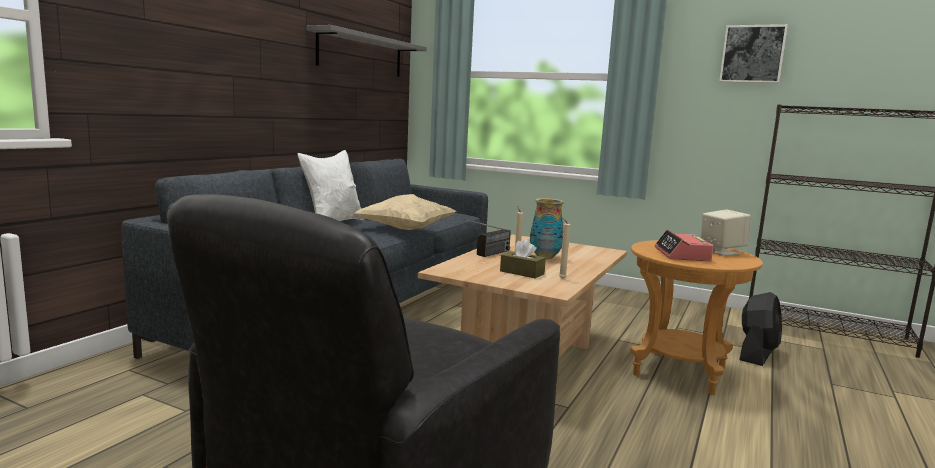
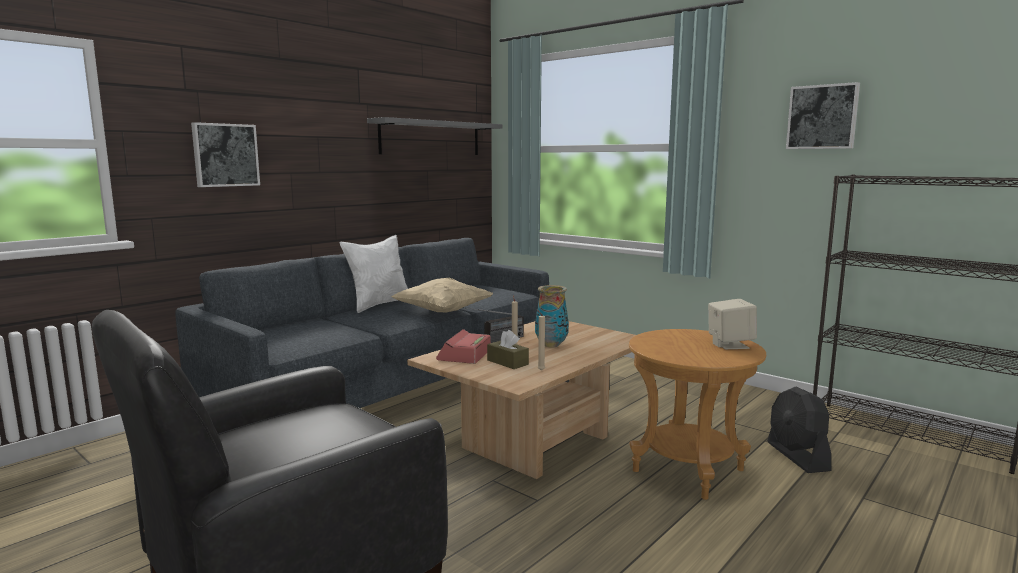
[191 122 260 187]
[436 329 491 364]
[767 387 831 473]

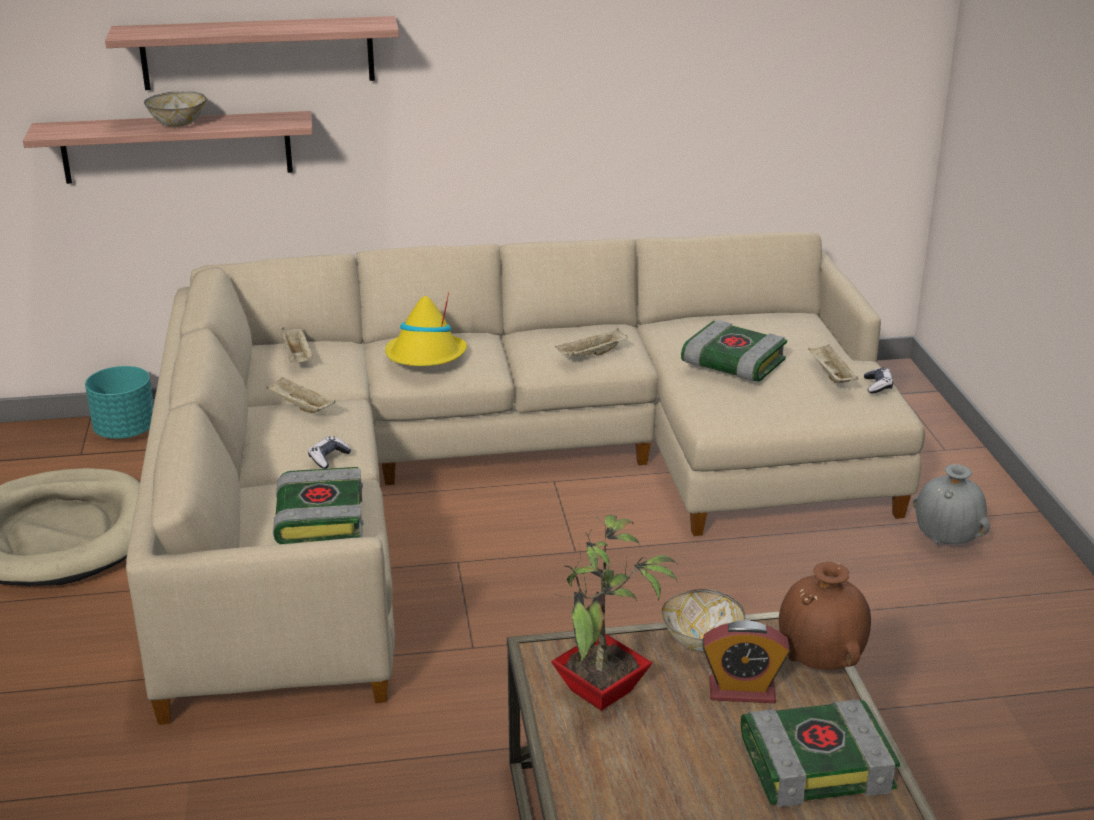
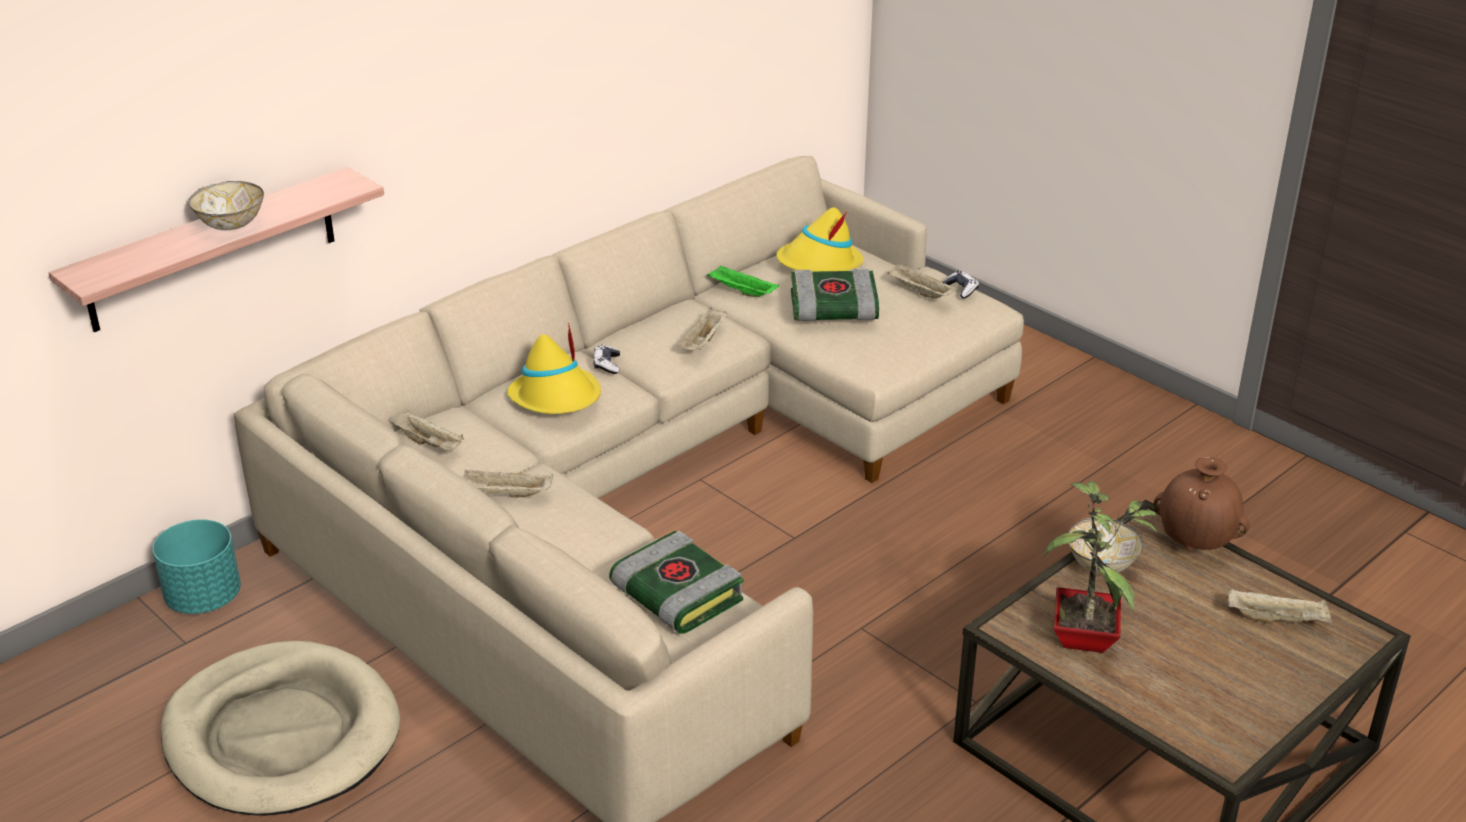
[105 16 399 90] (first image)
[702 620 790 703] (first image)
[912 464 990 544] (first image)
[707 266 779 297]
[776 207 863 271]
[594 345 620 374]
[1228 588 1332 624]

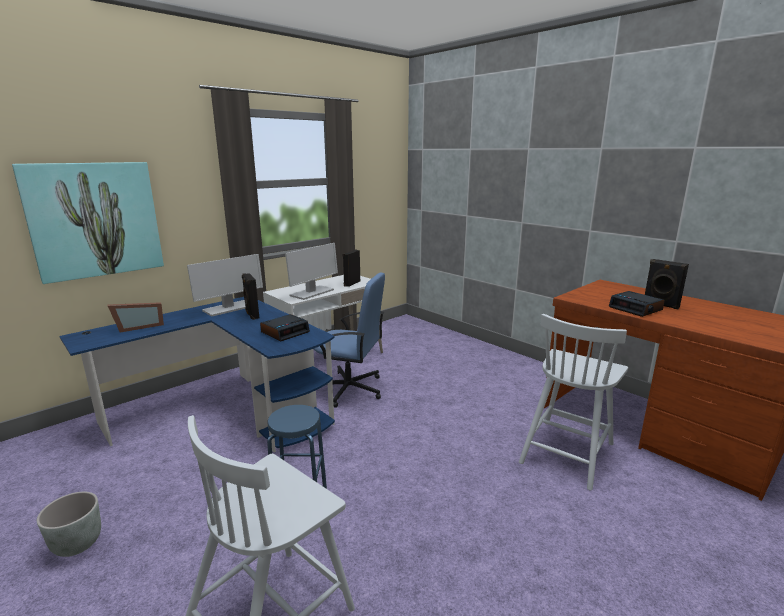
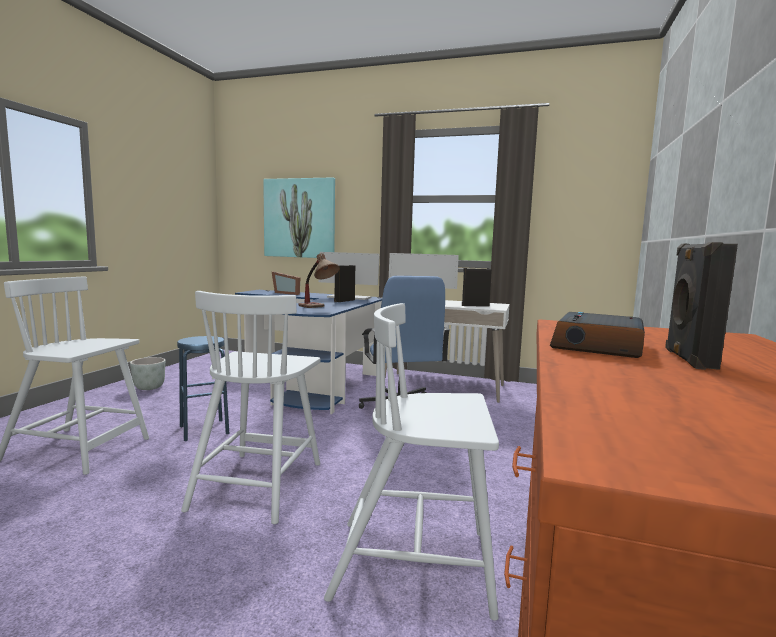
[181 291 320 524]
[298 253 339 308]

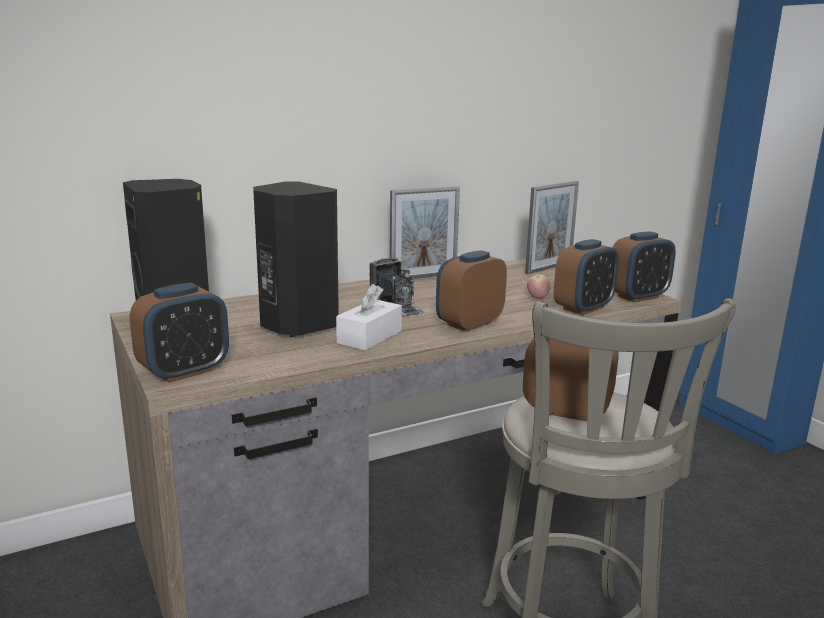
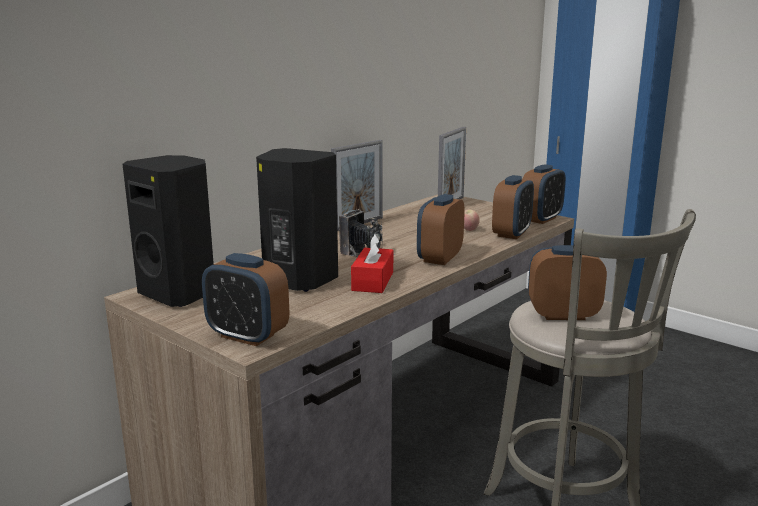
[351 234 393 293]
[202 253 289 346]

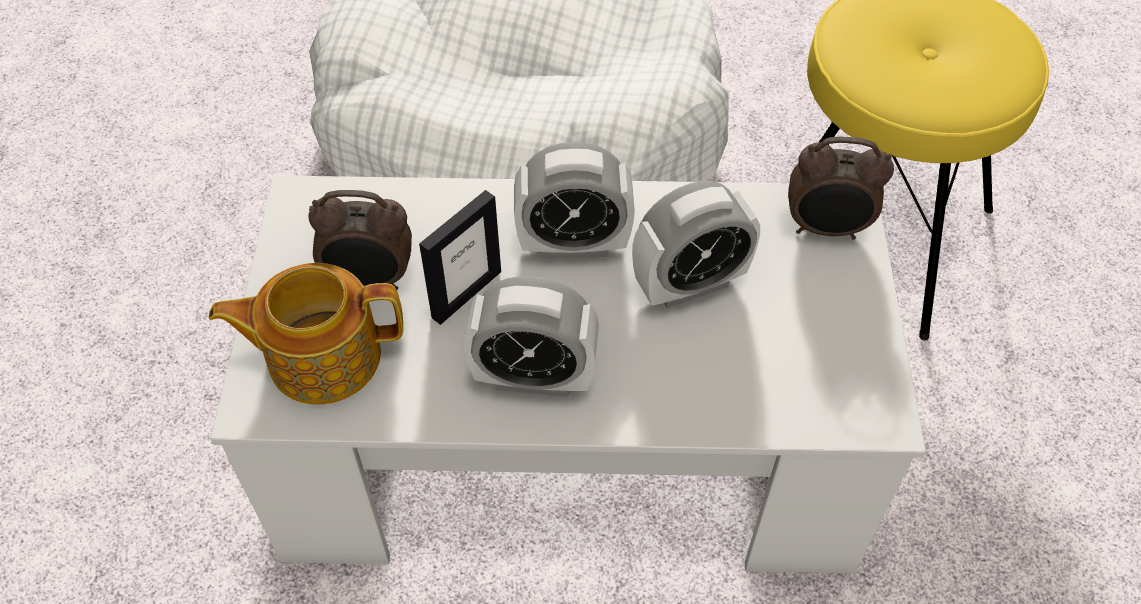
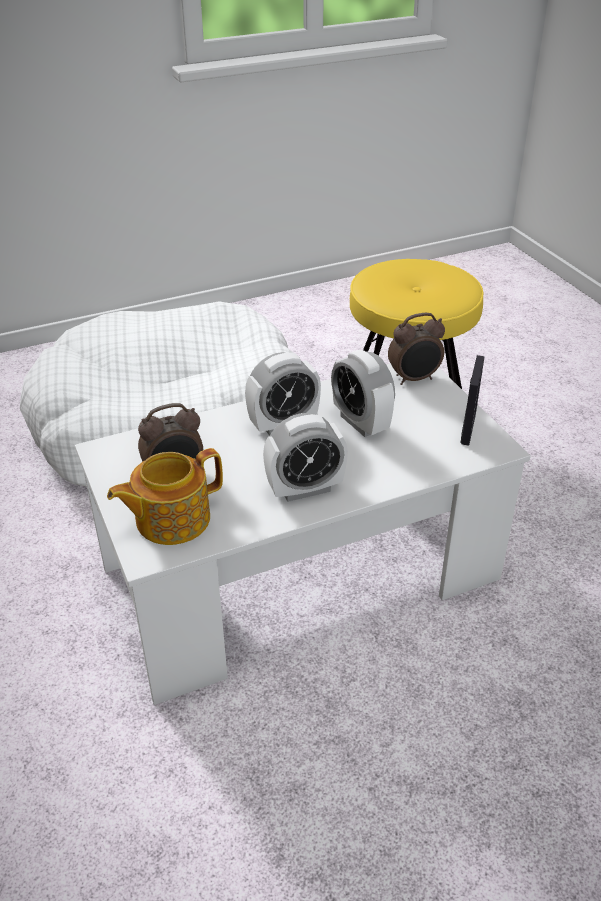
[460 355 485 446]
[331 350 395 437]

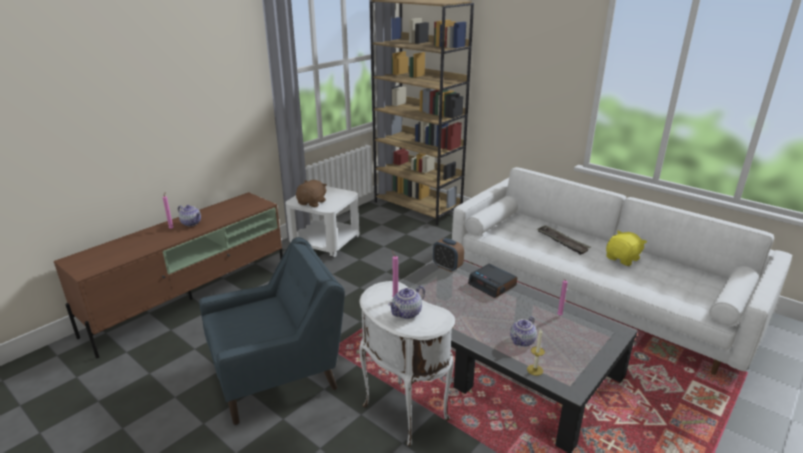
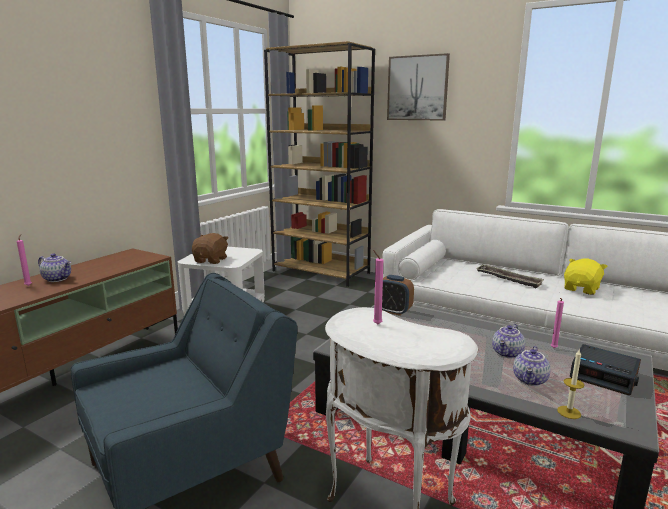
[387 53 450 121]
[492 324 525 358]
[570 344 641 395]

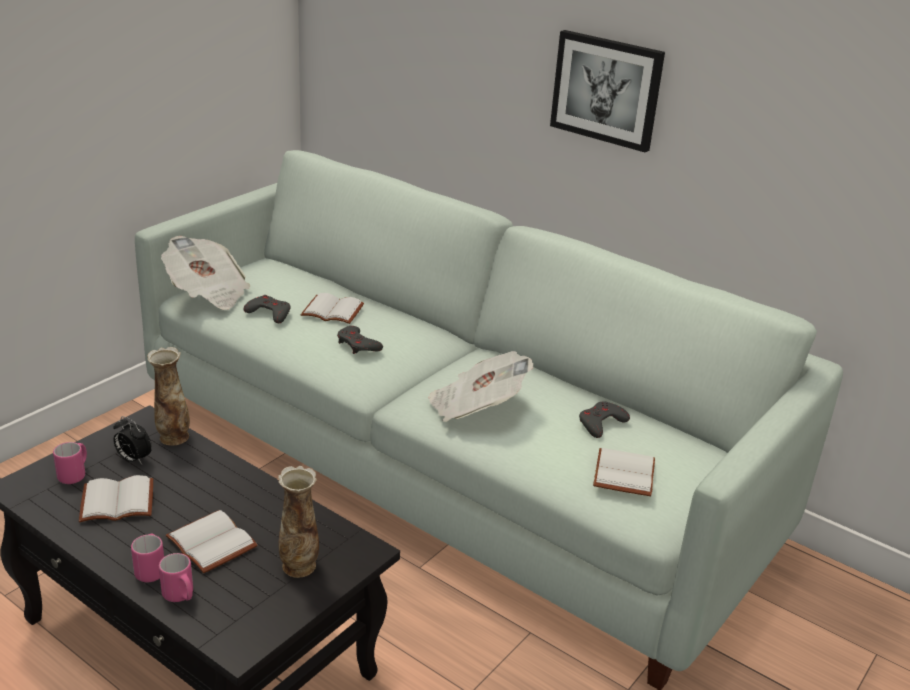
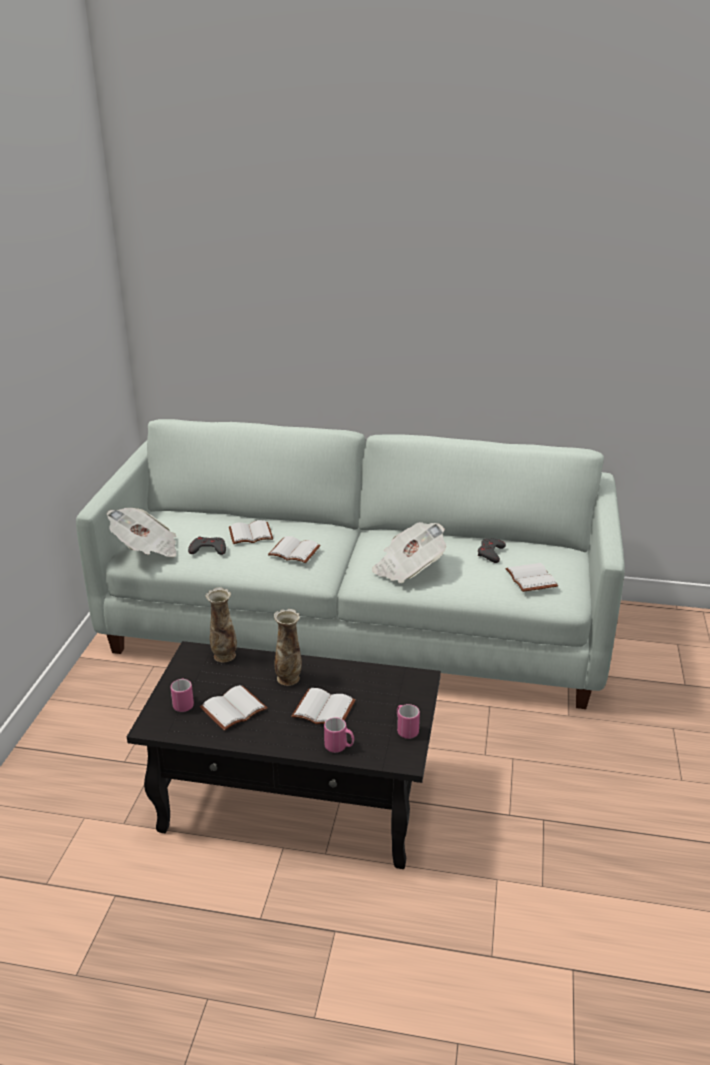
[113 416 152 465] (first image)
[550 30 665 152] (first image)
[397 704 420 739]
[274 609 302 686]
[268 536 320 563]

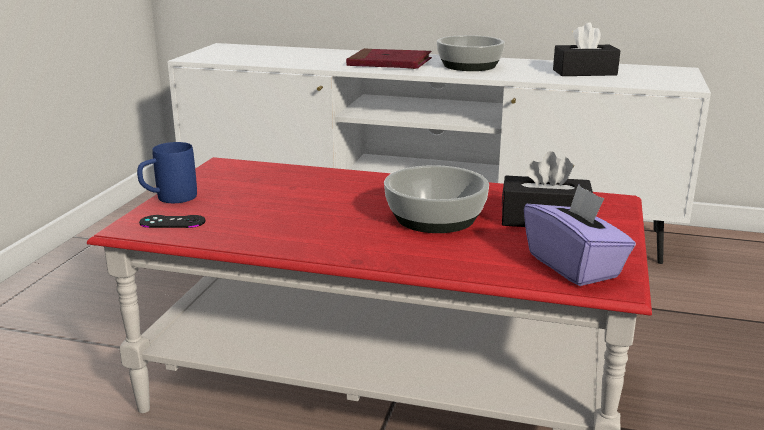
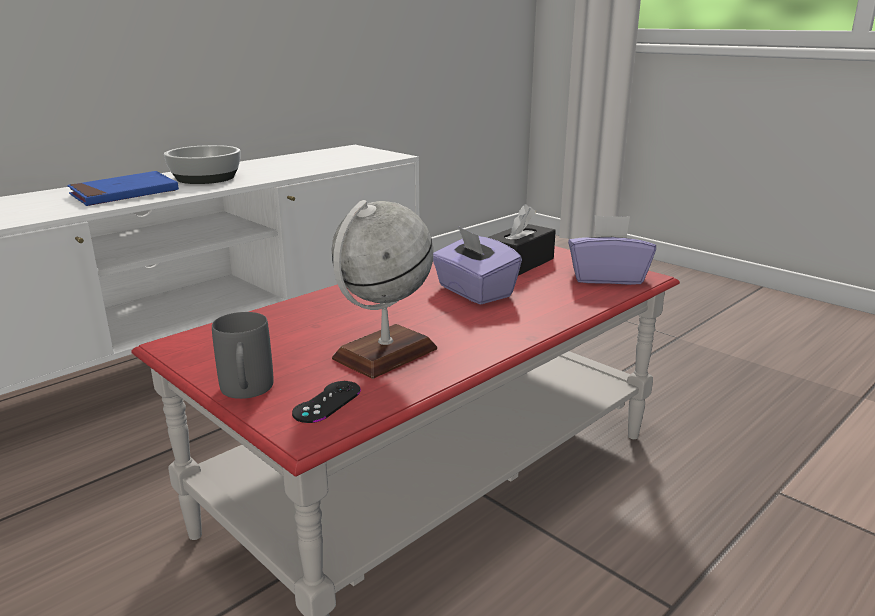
[553 22 621 76] (first image)
[331 200 437 379]
[433 226 522 305]
[212 312 274 399]
[67 171 179 206]

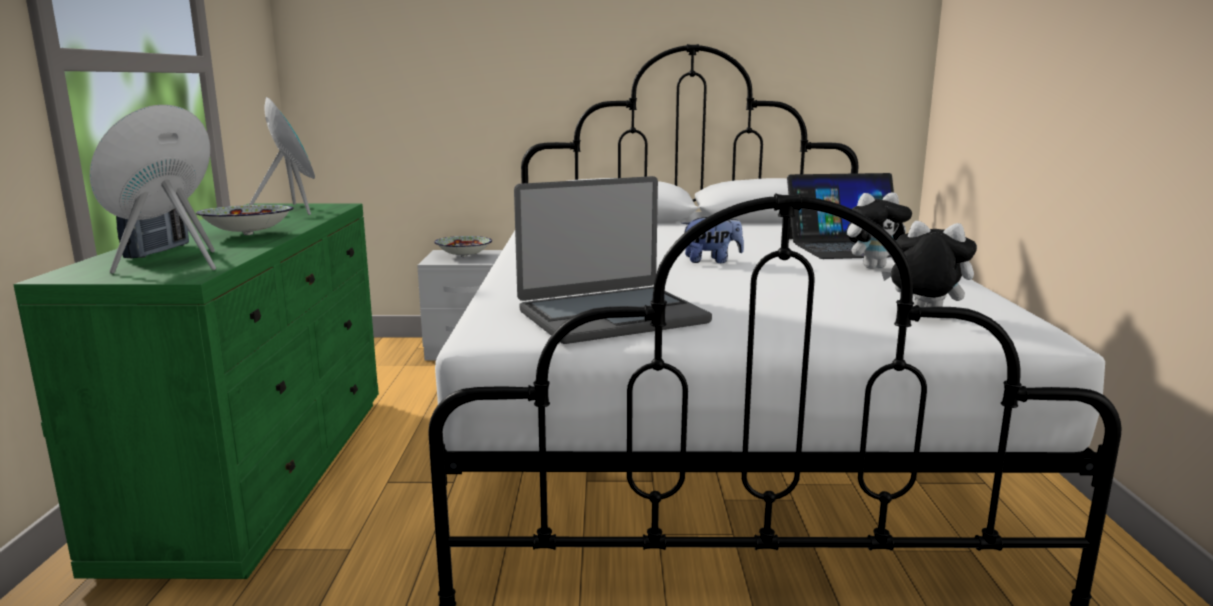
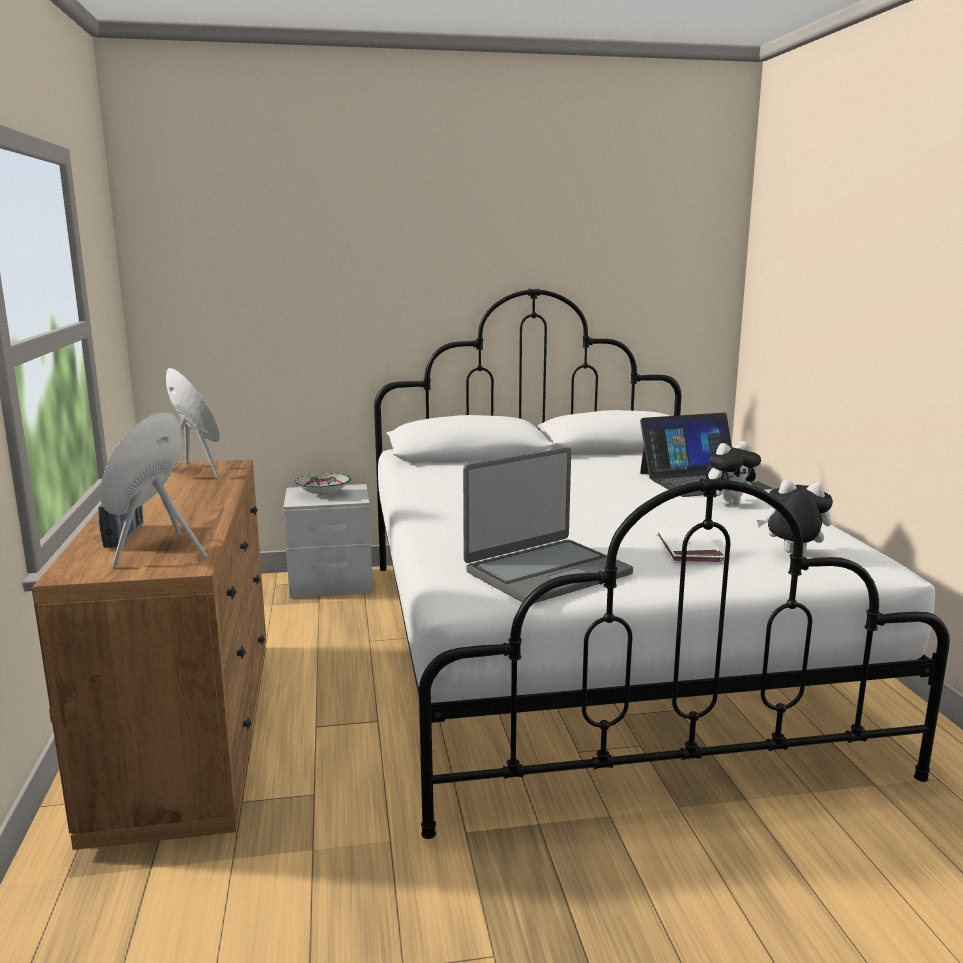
[196 205 293 235] (first image)
[681 217 744 263] (first image)
[656 528 725 564]
[32 460 266 850]

